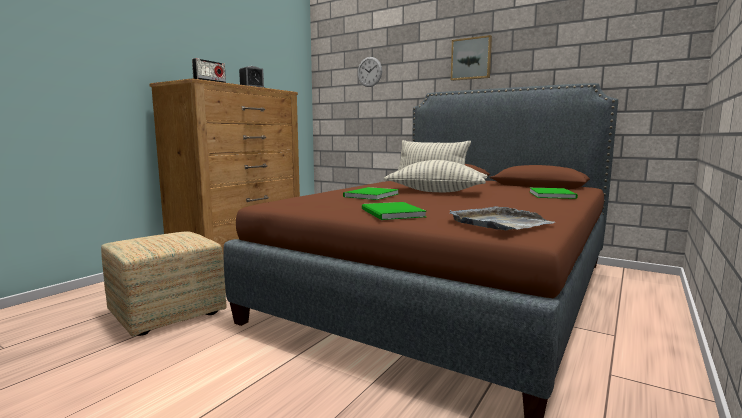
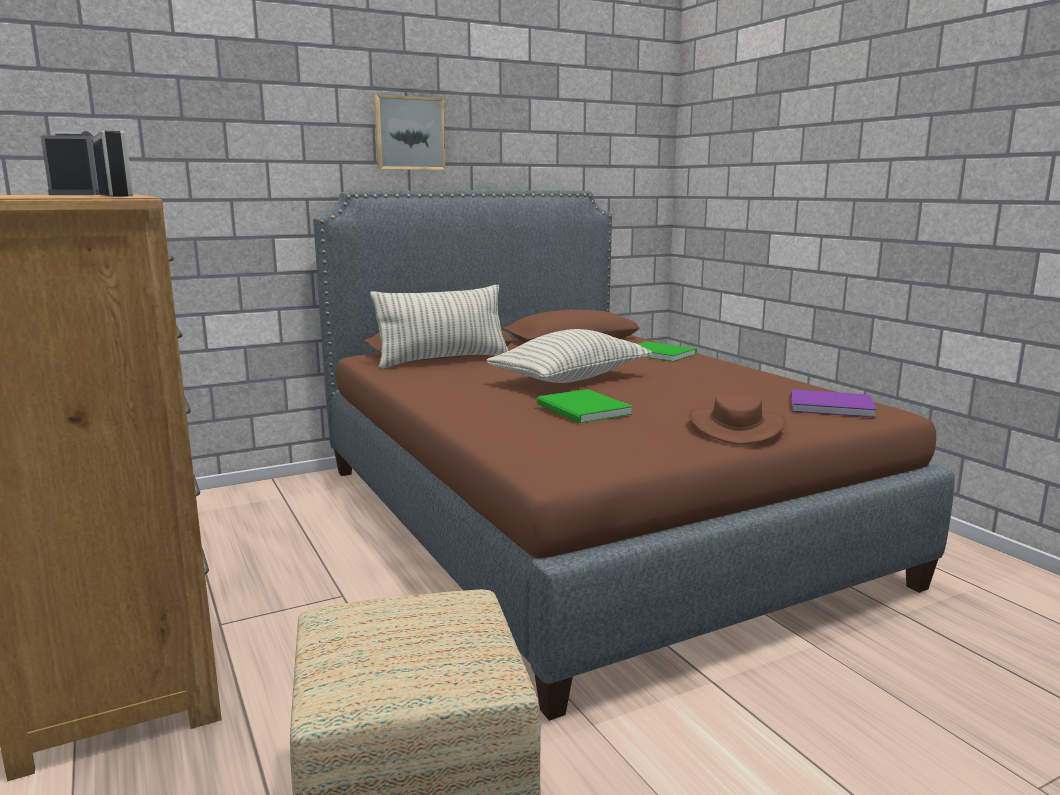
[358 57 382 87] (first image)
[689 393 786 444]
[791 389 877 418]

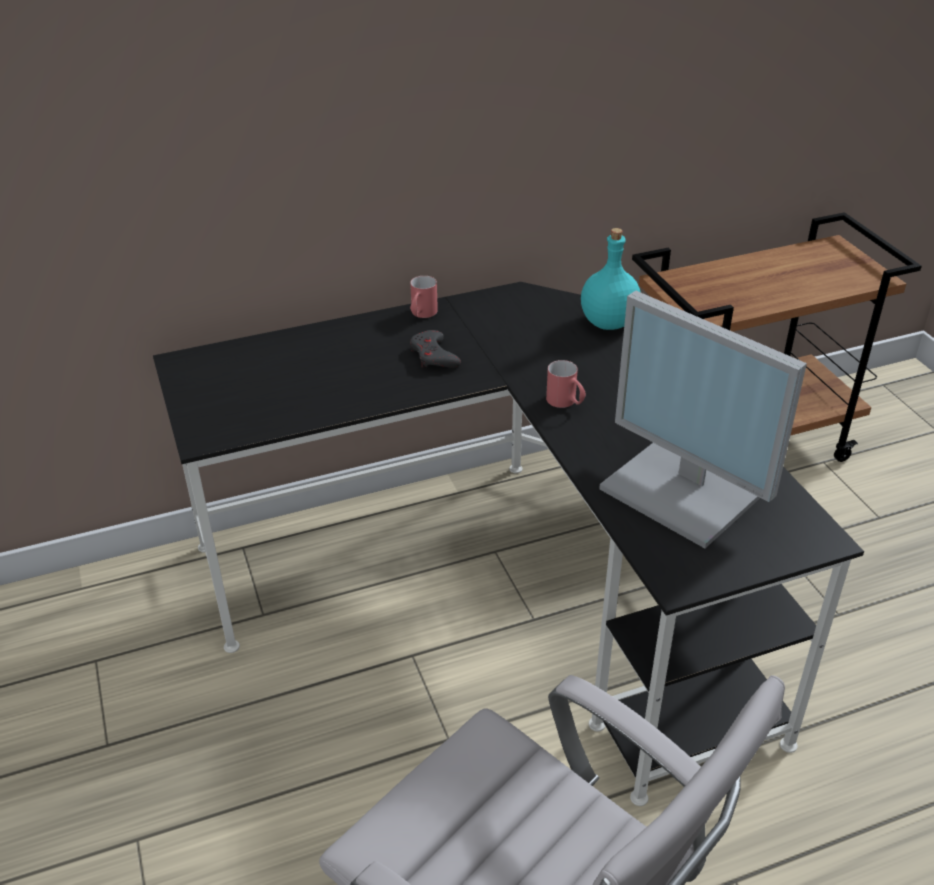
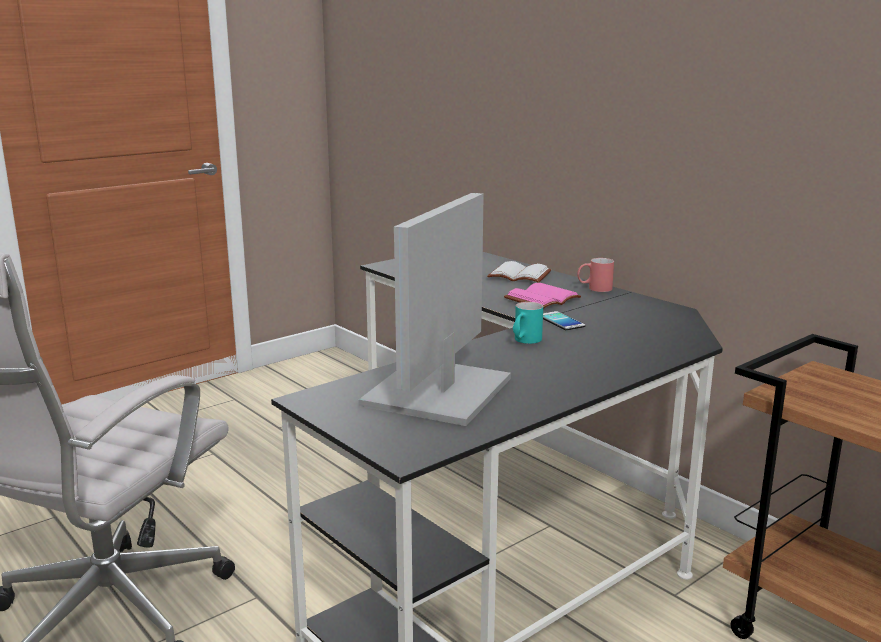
[581 228 641 330] (first image)
[487 261 551 283]
[543 311 585 330]
[504 283 581 309]
[513 302 543 344]

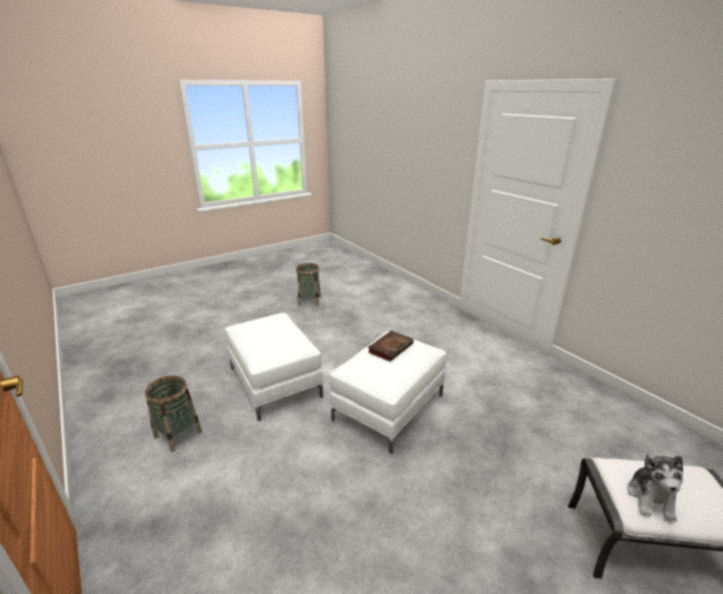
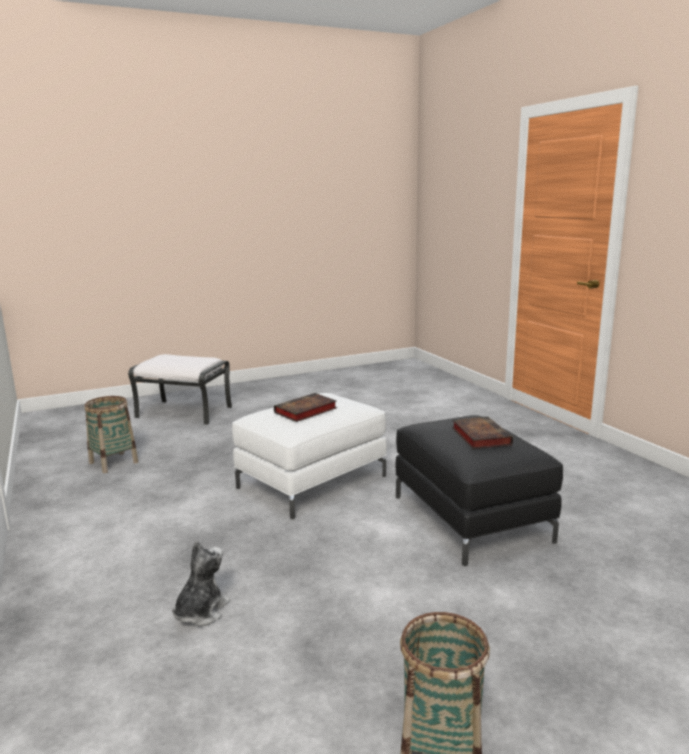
[452 416 513 449]
[84 396 139 473]
[172 541 230 626]
[395 415 563 566]

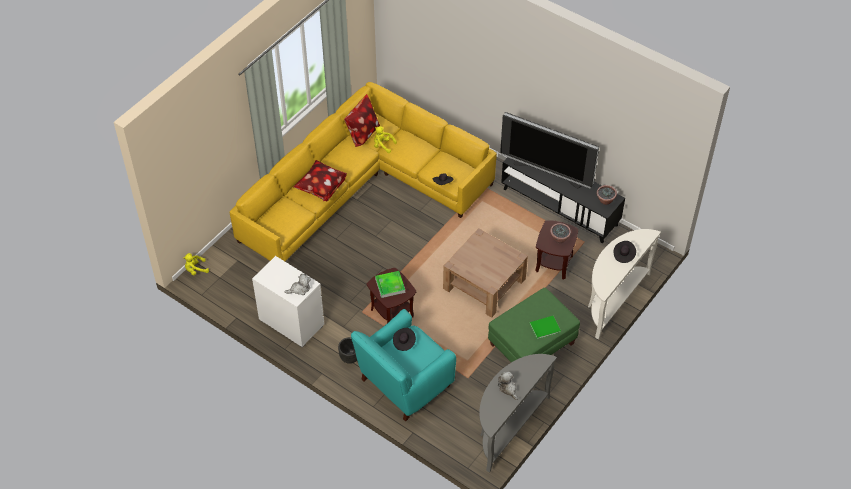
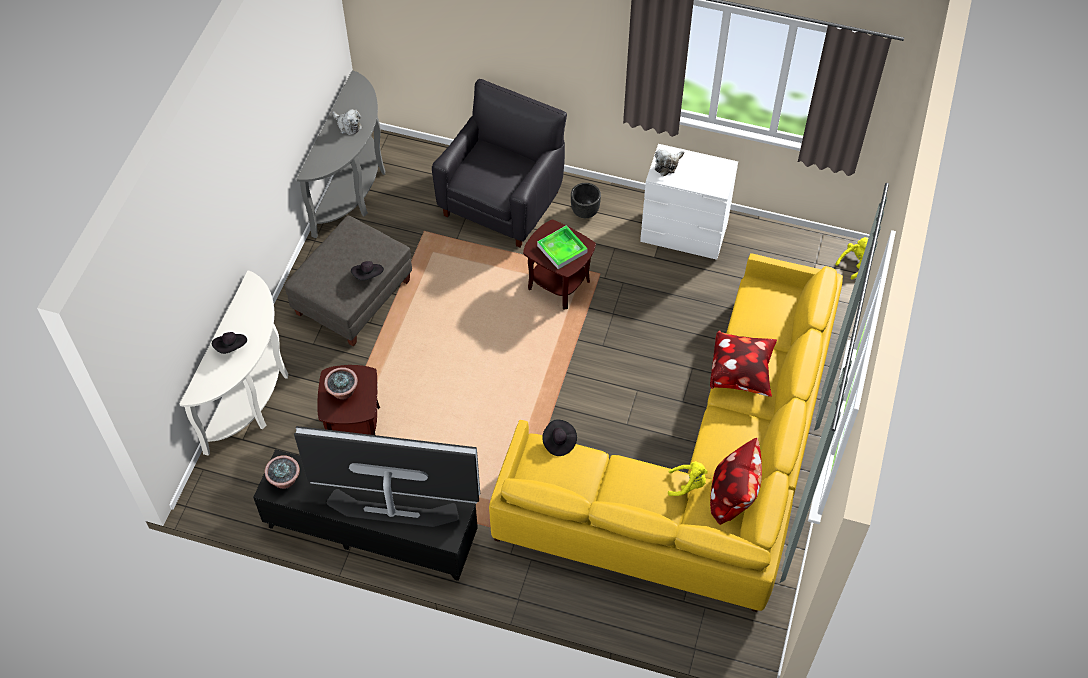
[443 228 528 318] (first image)
[530 316 561 339] (first image)
[351 261 384 281]
[432 79 567 248]
[285 216 412 346]

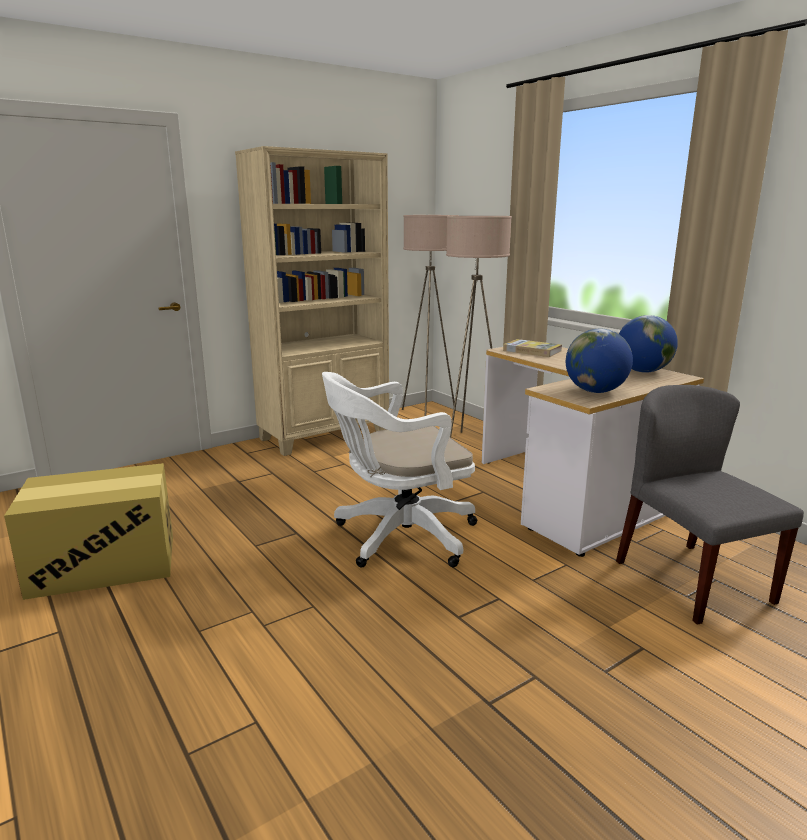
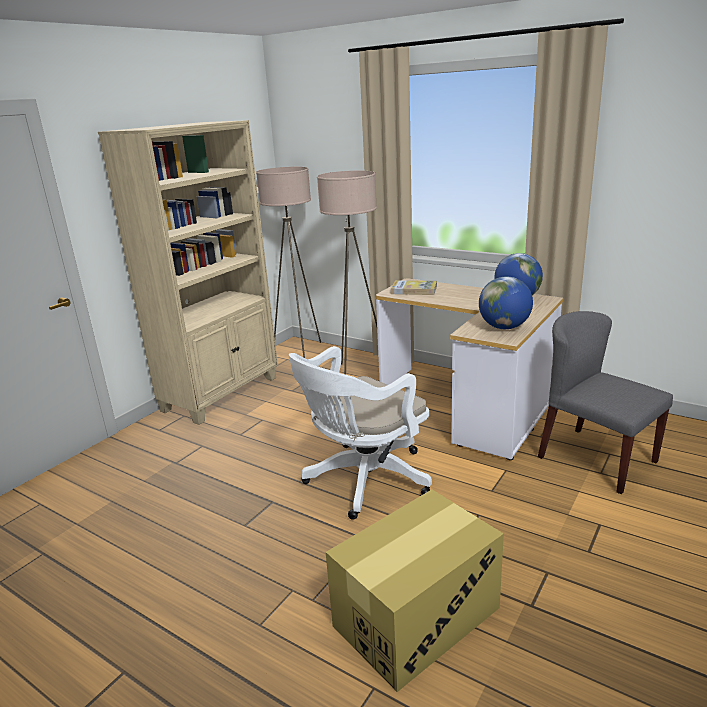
[326 489 504 692]

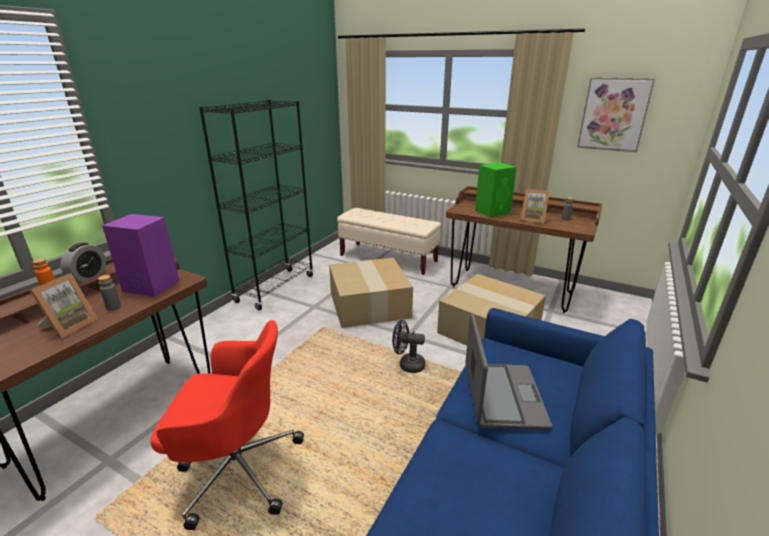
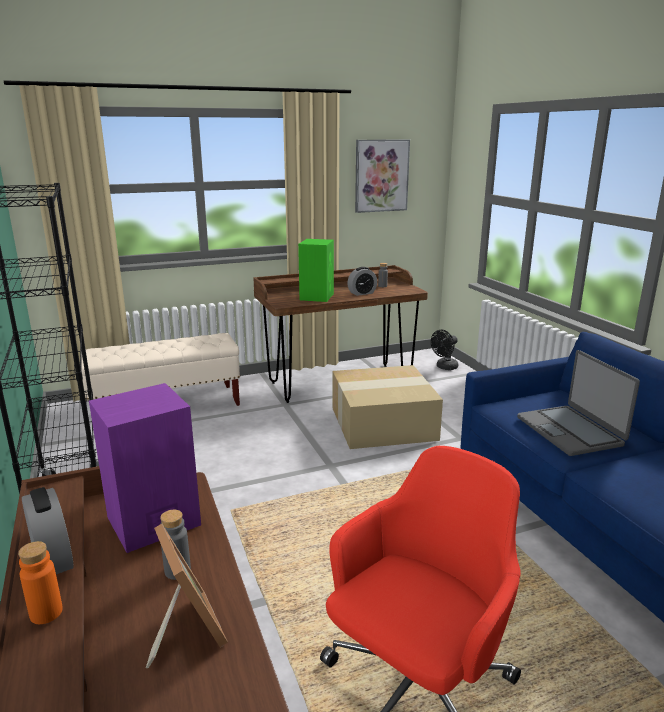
[329 258 413 328] (first image)
[431 330 458 370]
[347 267 377 296]
[517 350 640 456]

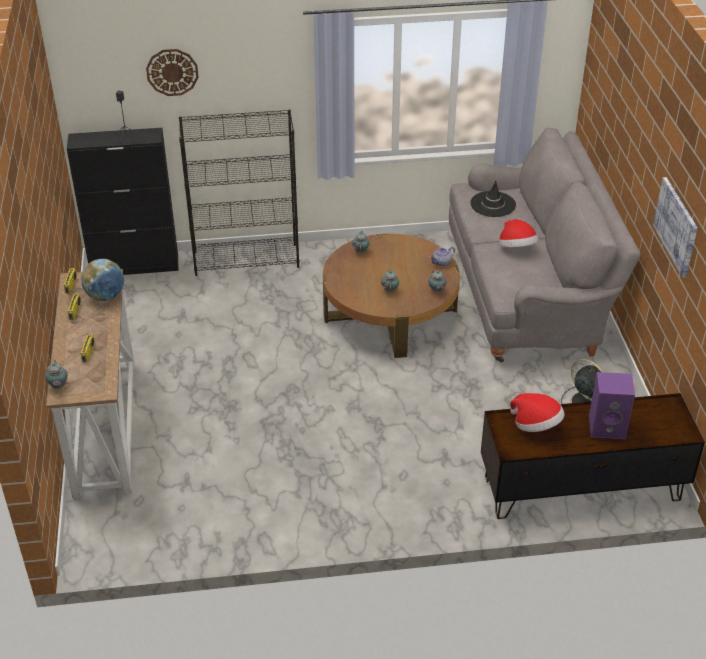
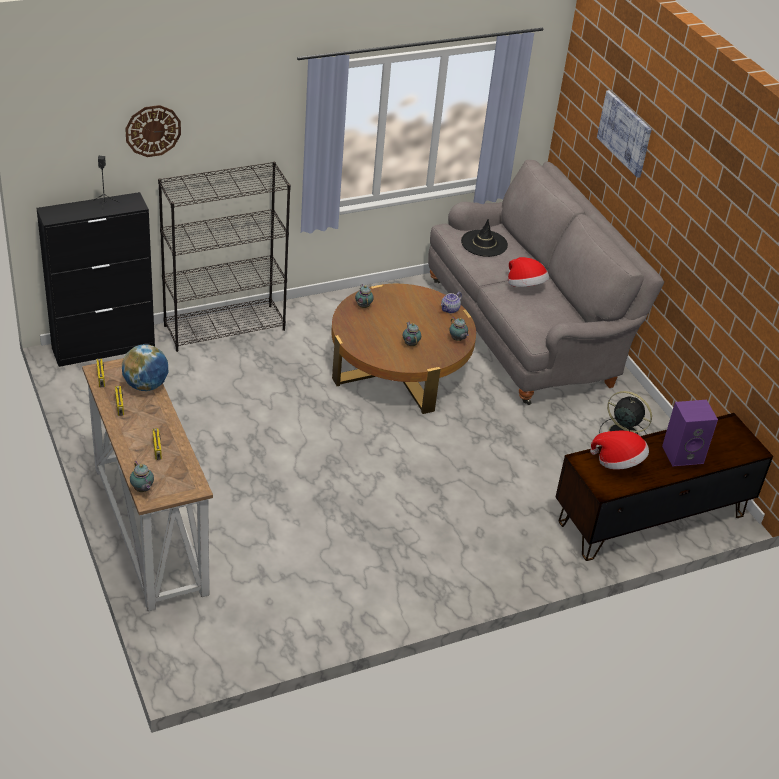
[597 90 652 178]

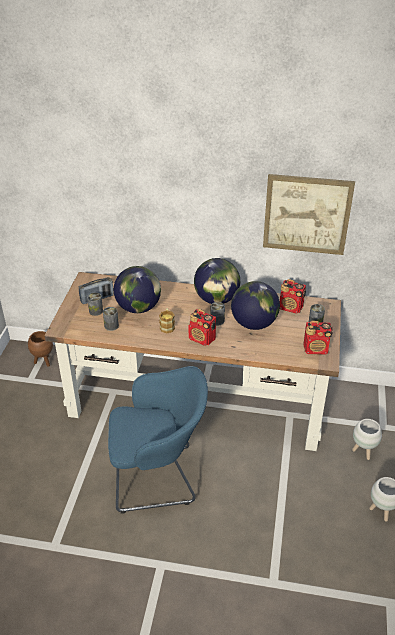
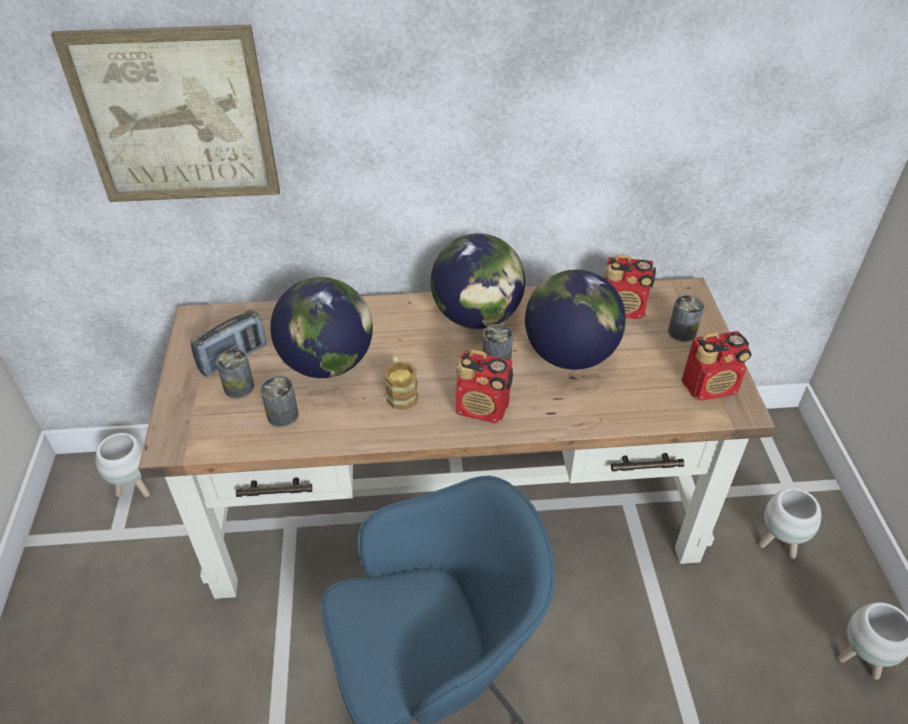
[51 25 280 202]
[95 433 150 497]

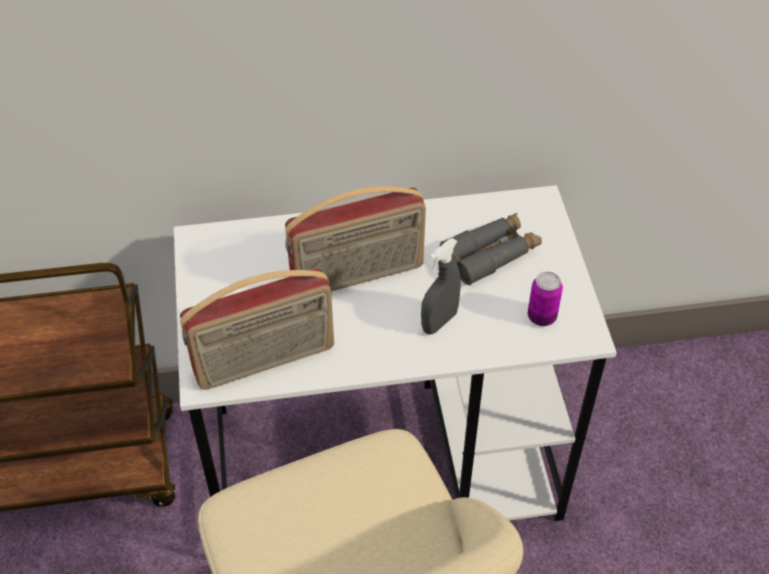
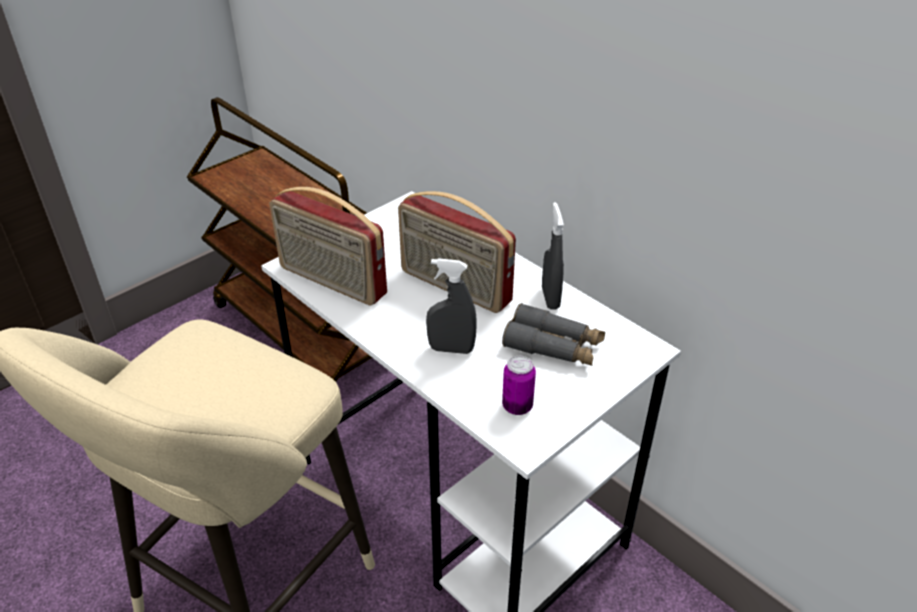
[542 202 564 310]

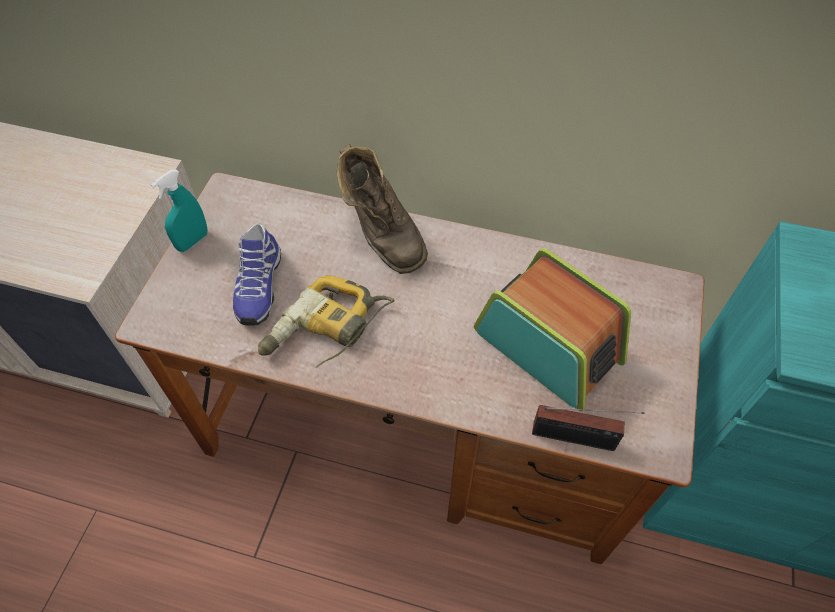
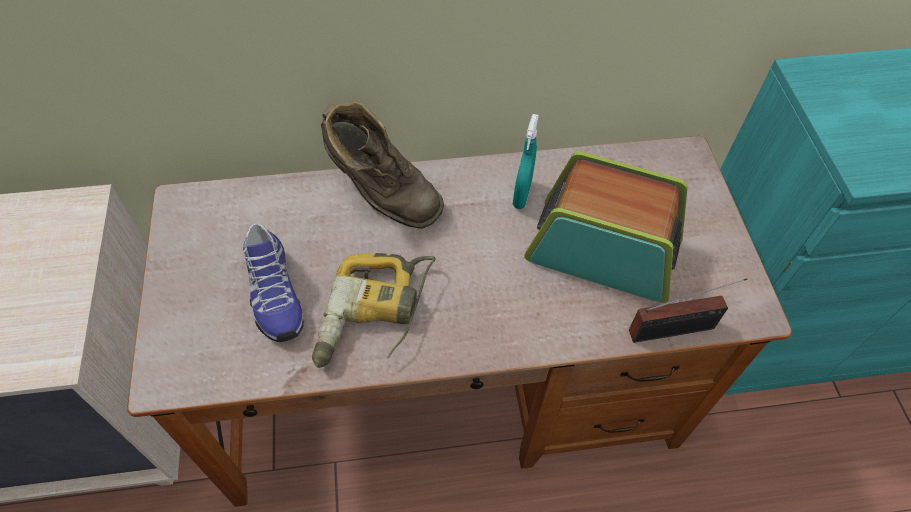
[513 114 539 209]

